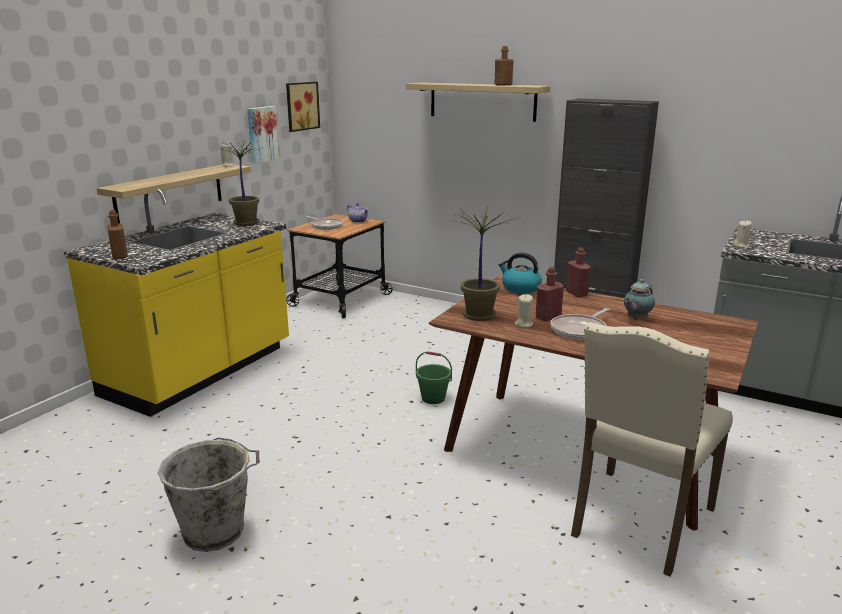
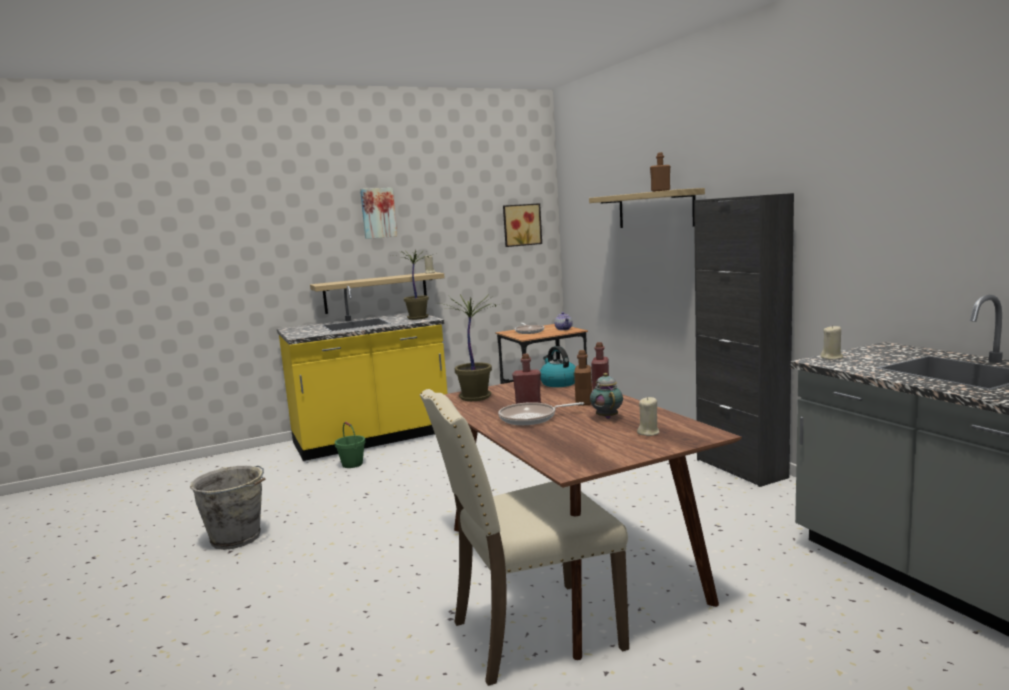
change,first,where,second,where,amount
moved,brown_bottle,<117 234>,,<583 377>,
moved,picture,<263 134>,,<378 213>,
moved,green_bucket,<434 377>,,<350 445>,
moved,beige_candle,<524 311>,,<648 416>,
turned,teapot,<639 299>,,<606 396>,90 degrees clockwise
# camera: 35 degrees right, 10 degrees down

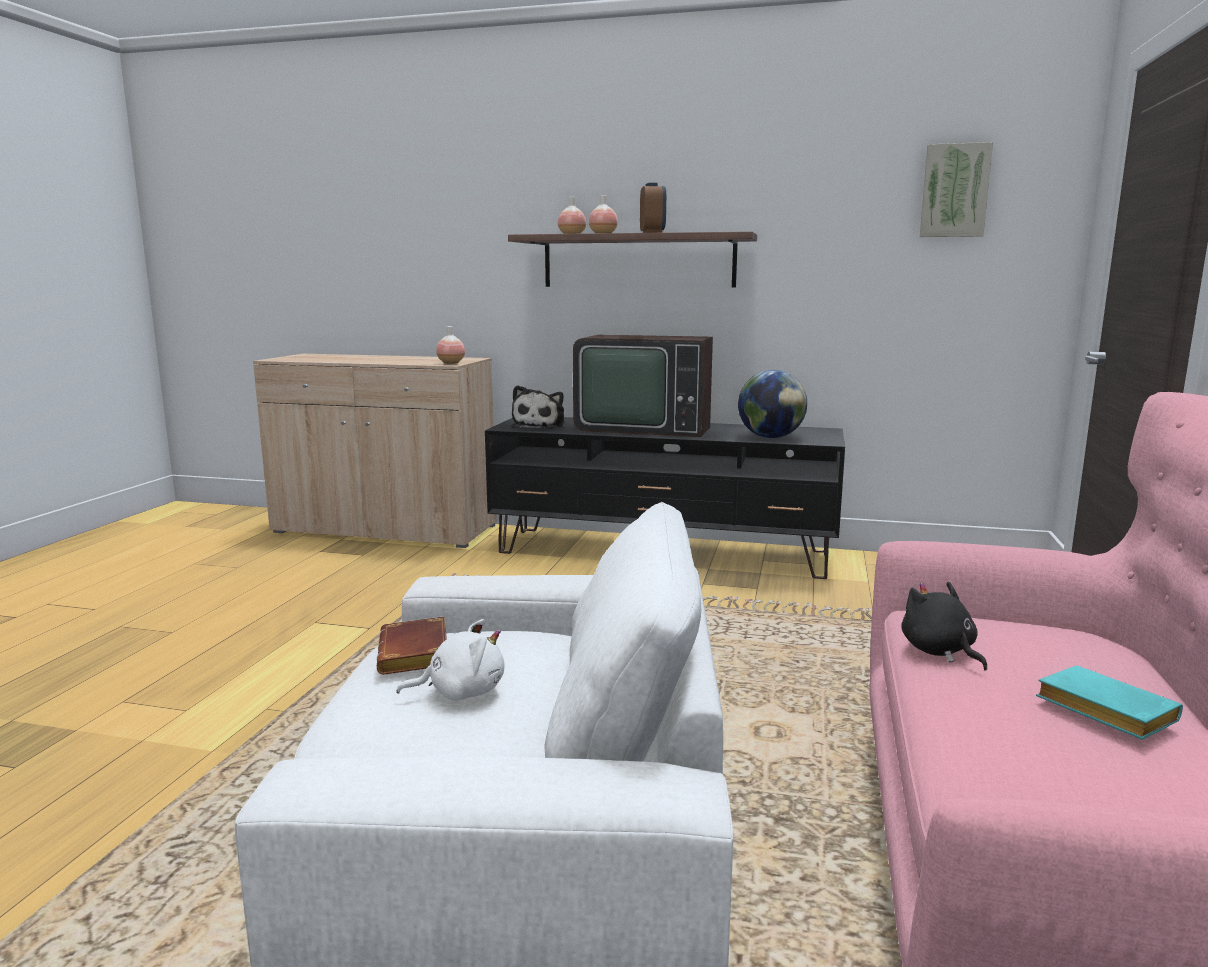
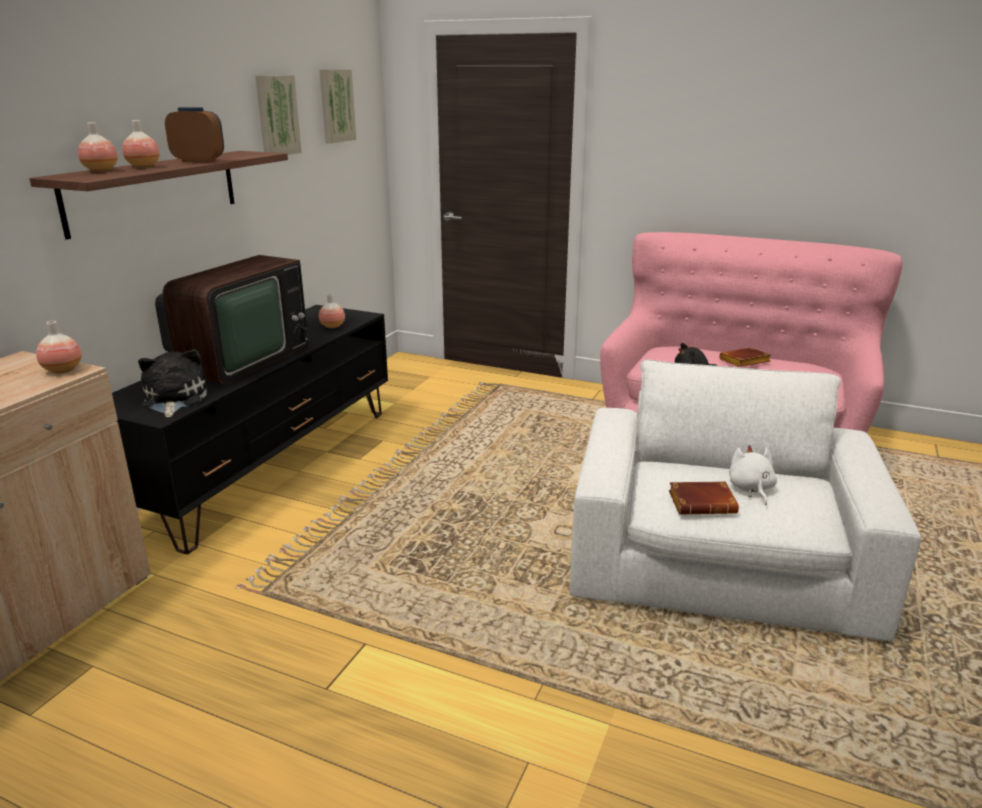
change,first,where,second,where,amount
turned,plush_toy,<539 407>,,<172 383>,120 degrees counterclockwise
replaced,globe,<772 404>,vase,<332 311>,
recoloured,turquoise_book,<1109 702>,brown_book,<745 357>,
added,,,picture,<278 115>,
# camera: 80 degrees left, 10 degrees up

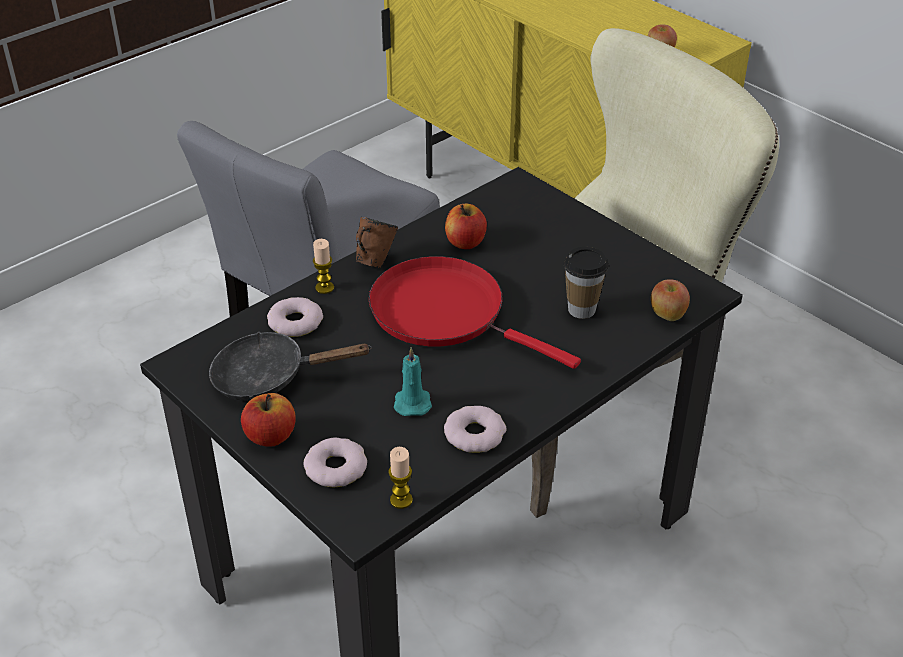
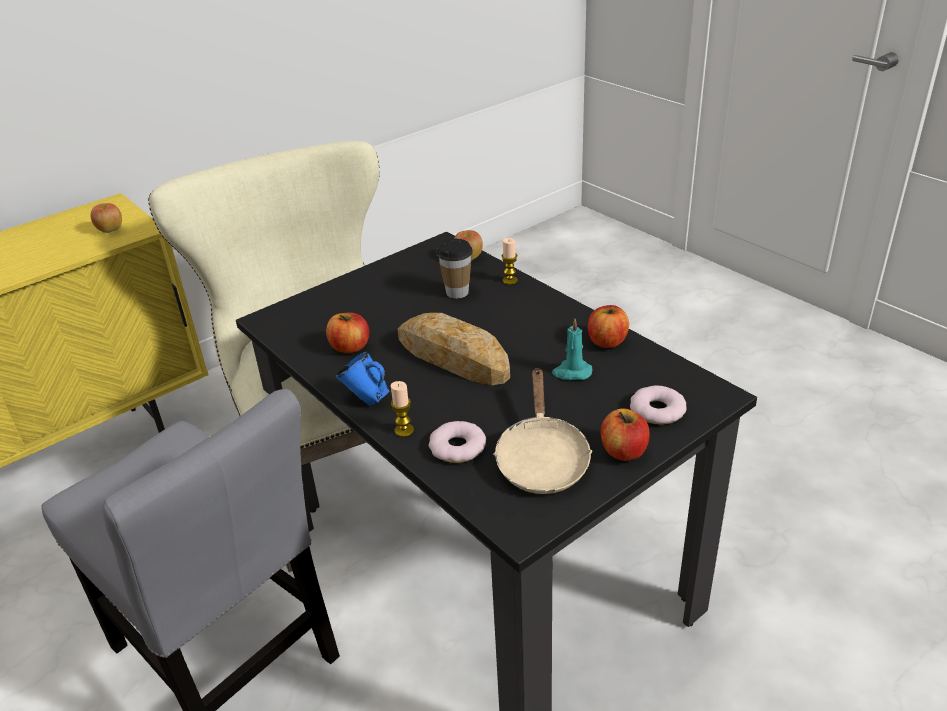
change,first,where,second,where,amount
recoloured,black_frying_pan,<290 366>,beige_frying_pan,<542 431>,
recoloured,brown_mug,<377 242>,blue_mug,<362 378>,
replaced,red_frying_pan,<475 312>,bread,<454 349>,
moved,candle,<400 478>,,<509 261>,
replaced,donut,<475 429>,apple,<608 326>,
# camera: 85 degrees left, 5 degrees down

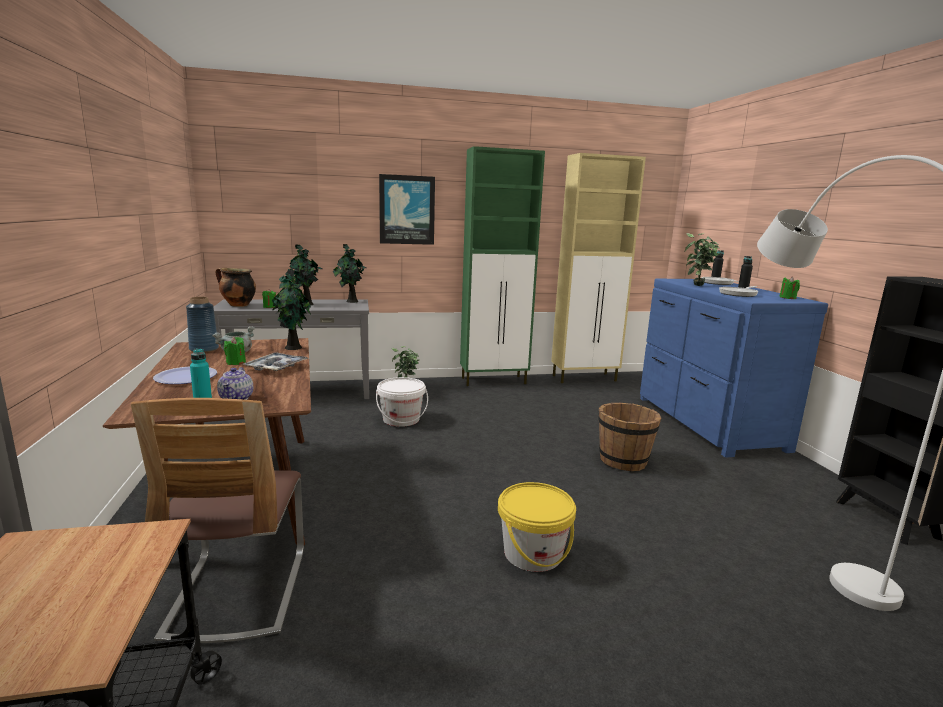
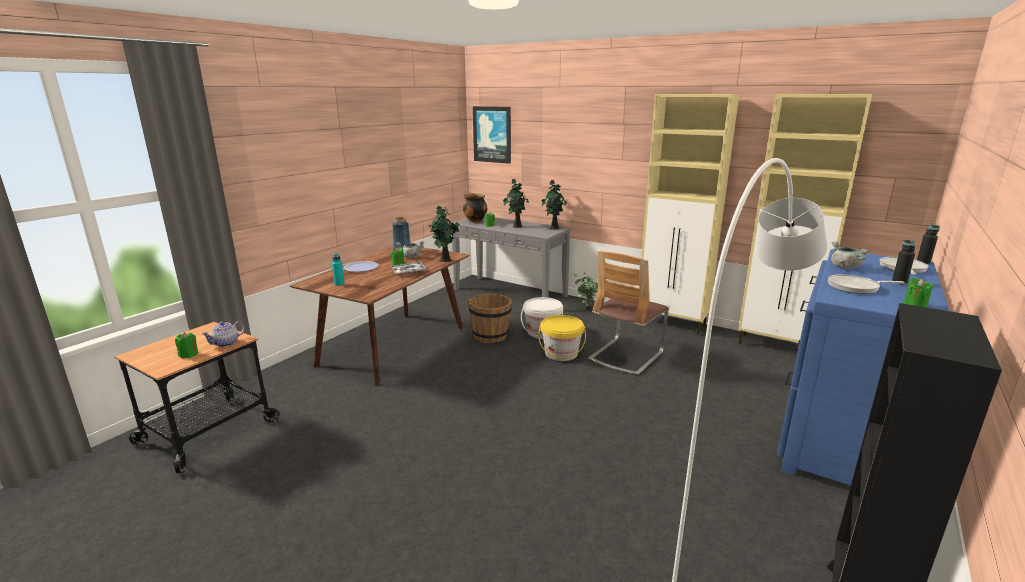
change,first,where,second,where,amount
moved,chair,<217 520>,,<628 313>,
moved,teapot,<235 383>,,<223 334>,
moved,picture,<407 209>,,<492 135>,
recoloured,green_cabinet,<502 266>,beige_cabinet,<690 214>,
moved,yellow_bucket,<537 527>,,<562 338>,
moved,brown_bucket,<629 437>,,<490 318>,
replaced,potted_plant,<702 259>,grey_cooking_pot,<850 255>,
added,,,green_candle,<186 345>,
# camera: 45 degrees right, 5 degrees up

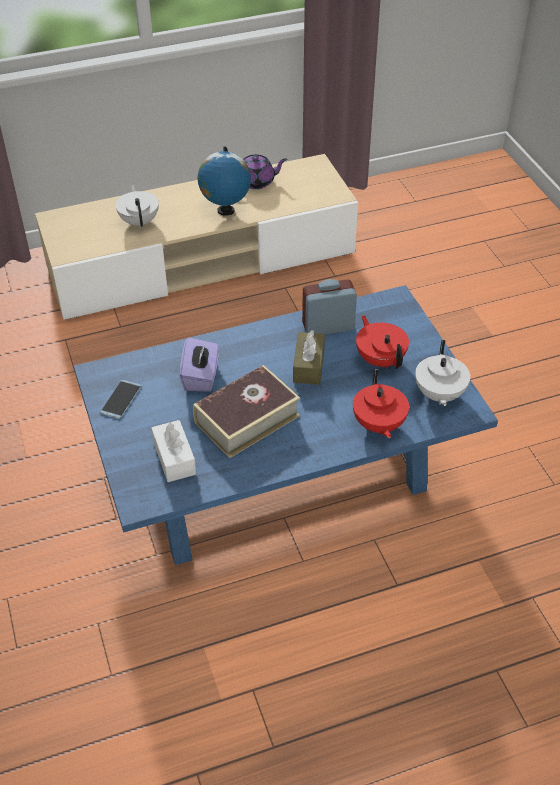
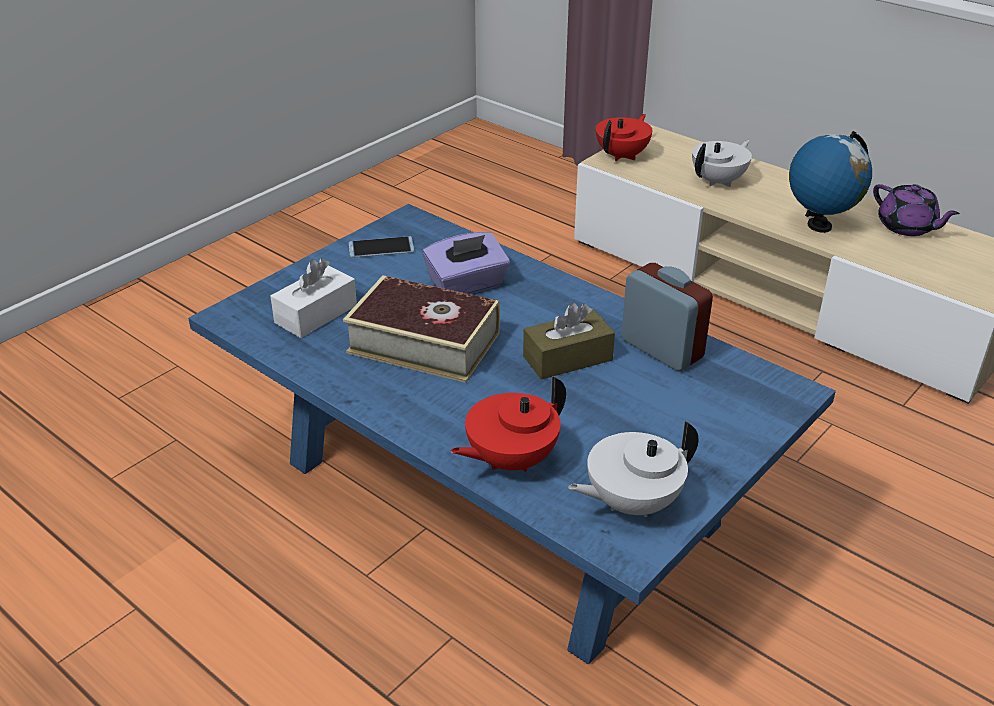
change,first,where,second,where,amount
moved,red_teapot,<382 342>,,<624 137>,
# camera: 60 degrees right, 10 degrees down

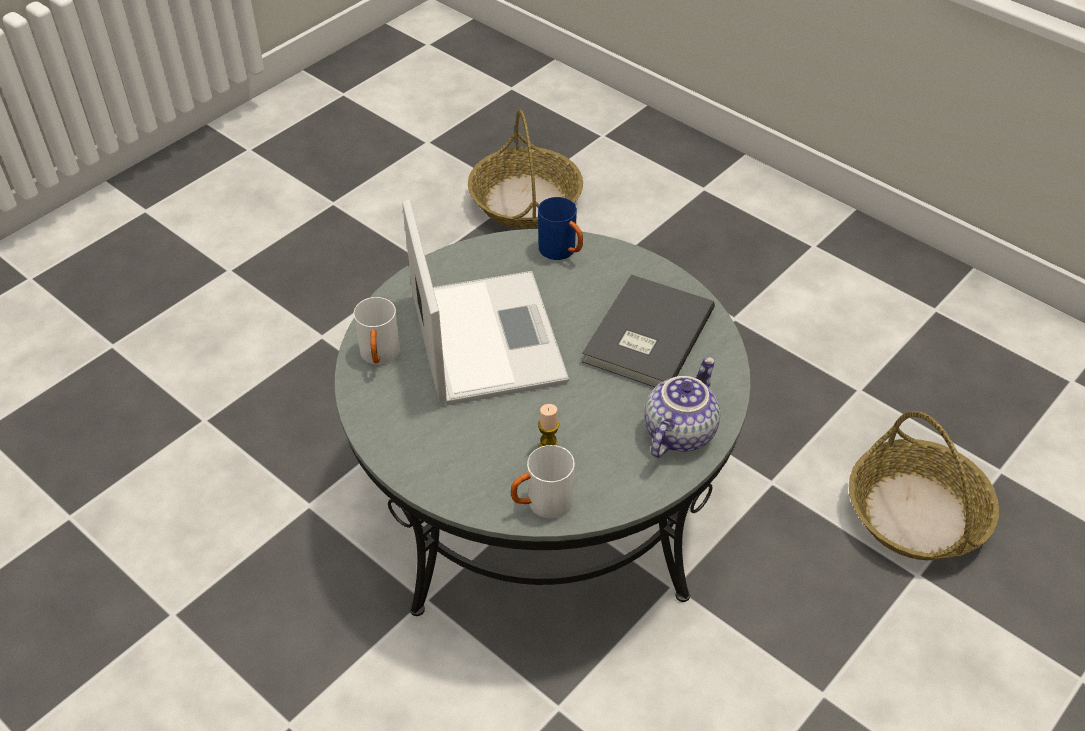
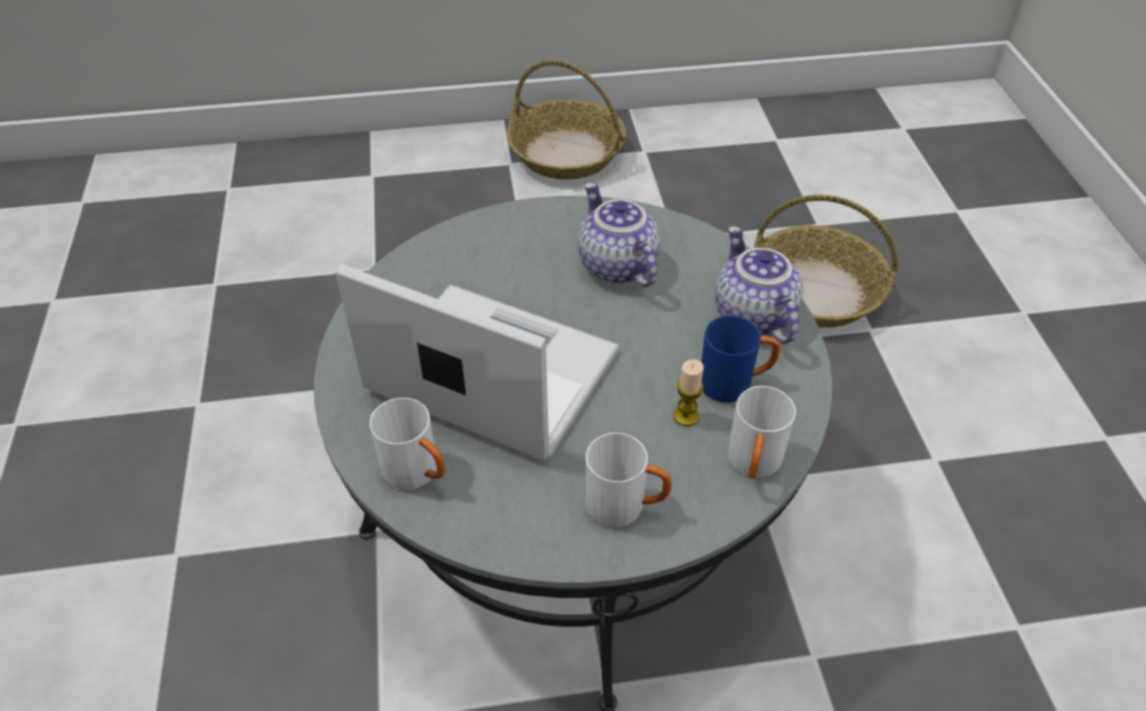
change,first,where,second,where,amount
moved,basket,<525 169>,,<566 120>,
moved,blue_mug,<560 228>,,<740 359>,
replaced,grey_book,<648 330>,teapot,<619 234>,
added,,,white_mug,<629 480>,
# camera: 50 degrees left, 0 degrees up

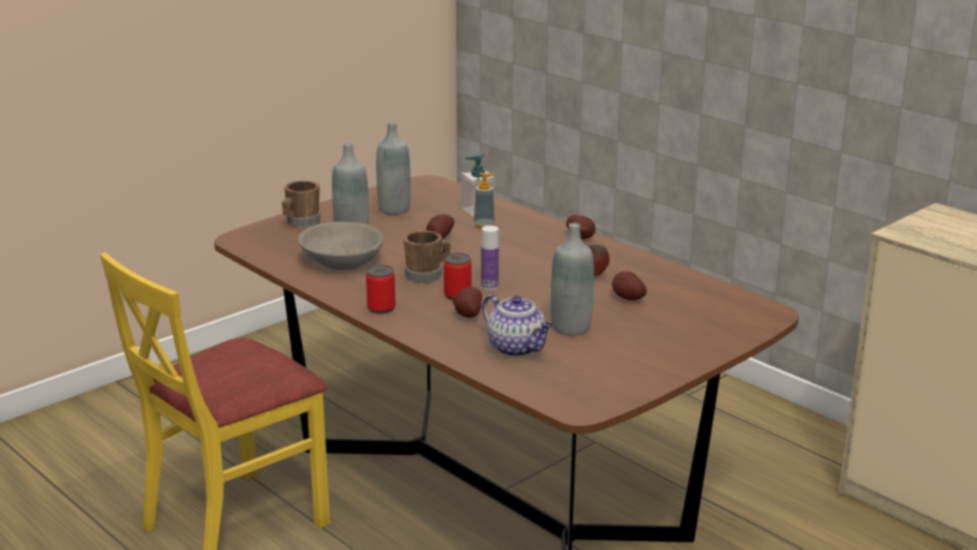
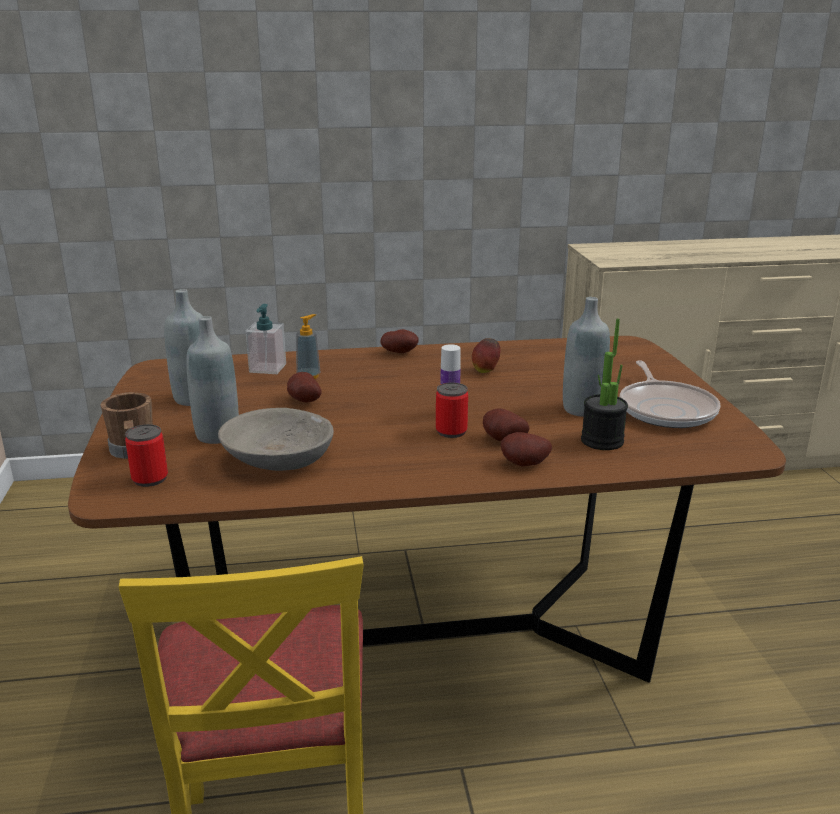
change,first,where,second,where,amount
moved,can,<381 289>,,<146 455>,
removed,brown_mug,<427 256>,,,
replaced,teapot,<517 325>,potted_plant,<604 384>,
moved,potato,<629 286>,,<526 449>,
added,,,frying_pan,<670 394>,
# camera: 55 degrees left, 0 degrees up

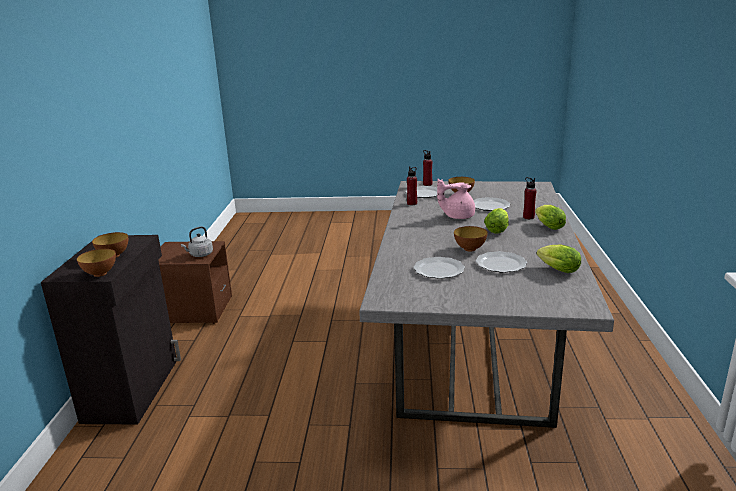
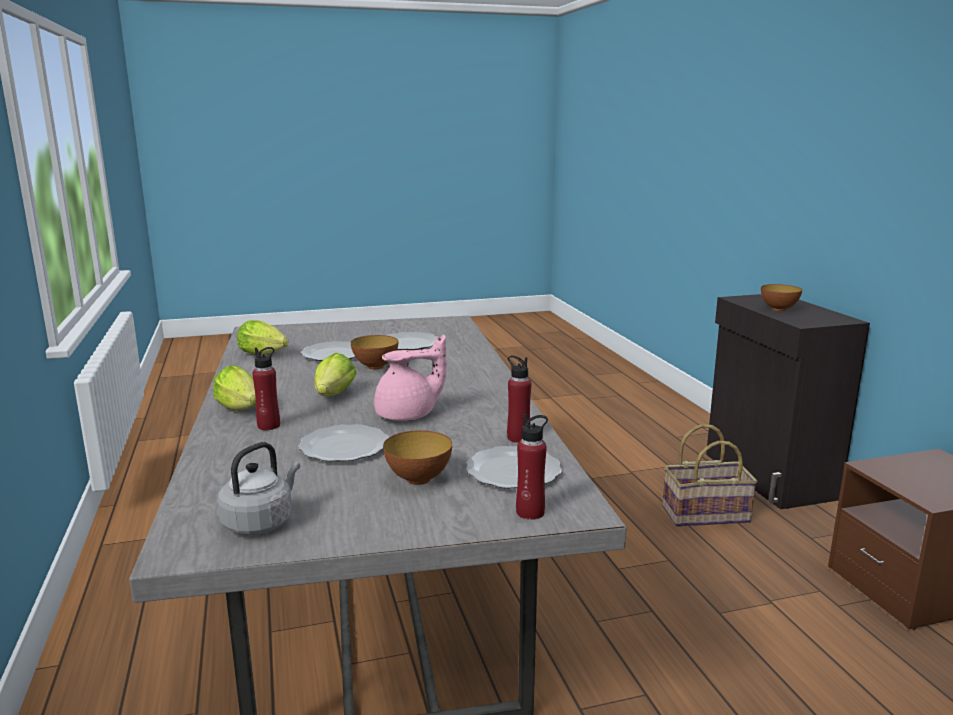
change,first,where,second,where,amount
removed,bowl,<96 263>,,,
moved,grey_kettle,<197 242>,,<259 488>,
added,,,basket,<710 475>,
# camera: 160 degrees right, 5 degrees down

